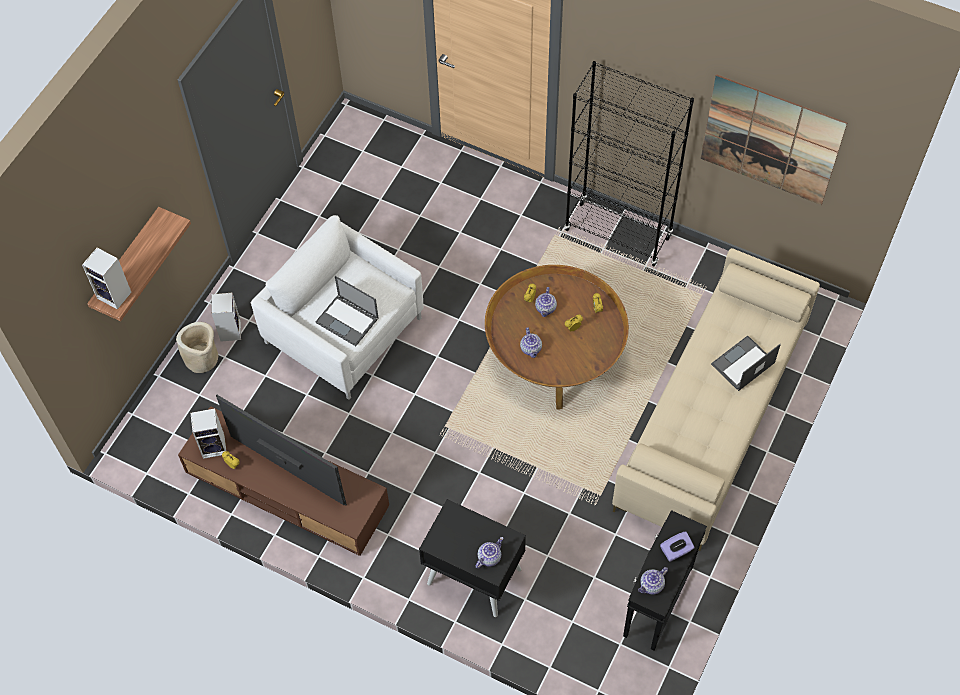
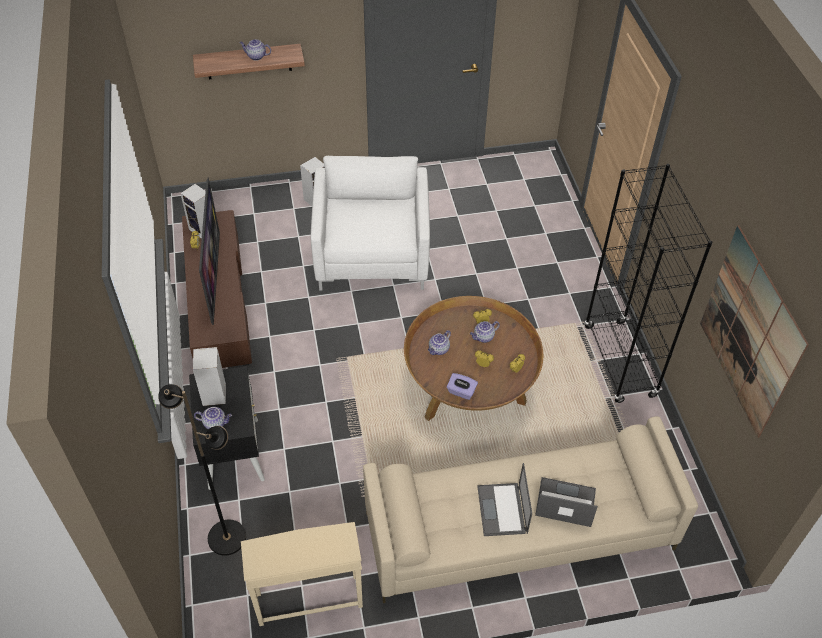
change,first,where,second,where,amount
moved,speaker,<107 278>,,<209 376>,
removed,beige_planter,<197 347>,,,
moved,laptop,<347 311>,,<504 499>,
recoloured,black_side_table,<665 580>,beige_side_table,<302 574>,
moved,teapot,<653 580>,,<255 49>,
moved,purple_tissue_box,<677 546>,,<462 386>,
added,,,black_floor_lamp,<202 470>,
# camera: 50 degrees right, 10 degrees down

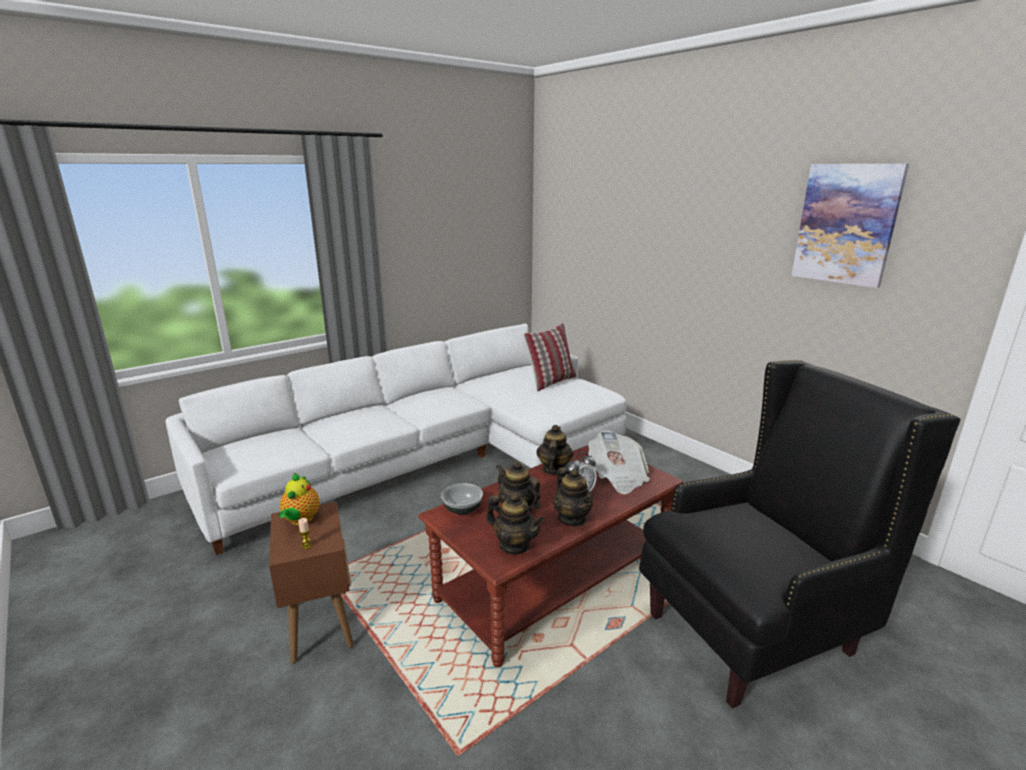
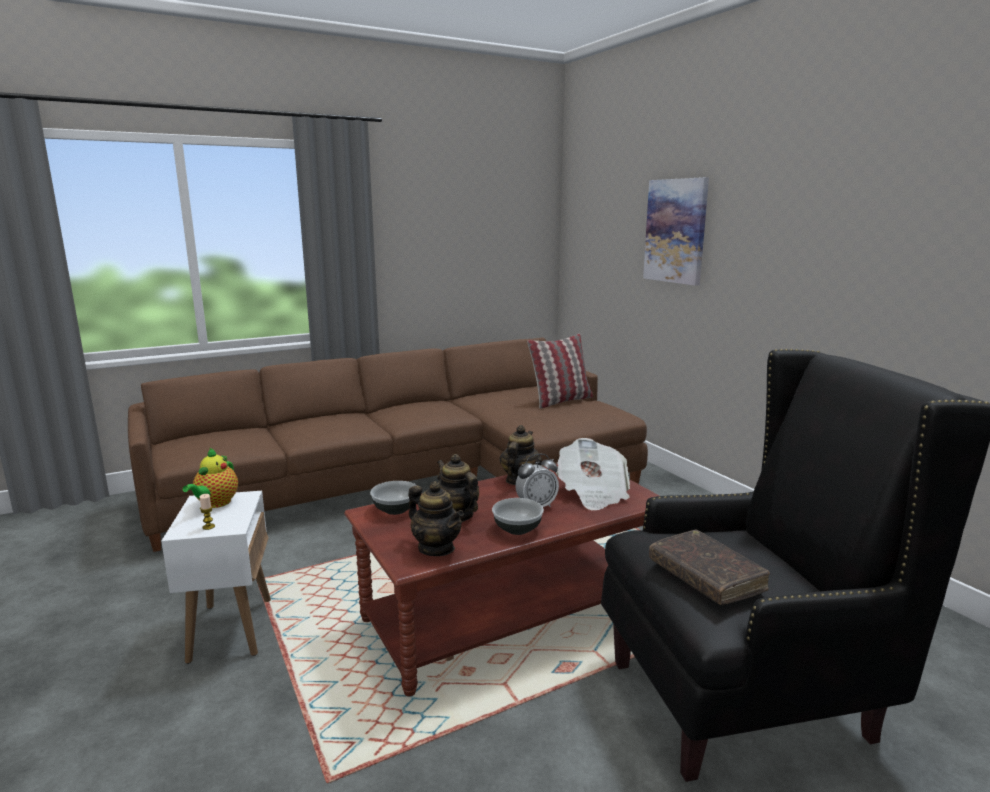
change,first,where,second,where,amount
recoloured,white_sofa,<396 439>,brown_sofa,<388 444>,
recoloured,brown_side_table,<311 582>,white_side_table,<216 577>,
replaced,teapot,<573 496>,bowl,<518 516>,
moved,picture,<850 226>,,<676 231>,
added,,,brown_book,<709 567>,
# camera: 10 degrees right, 5 degrees down

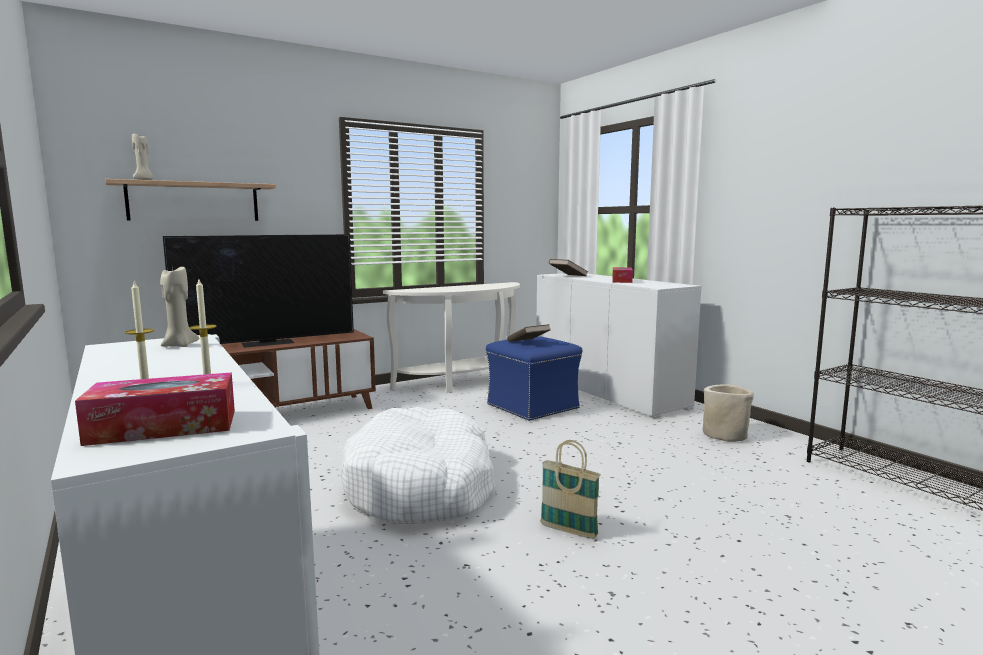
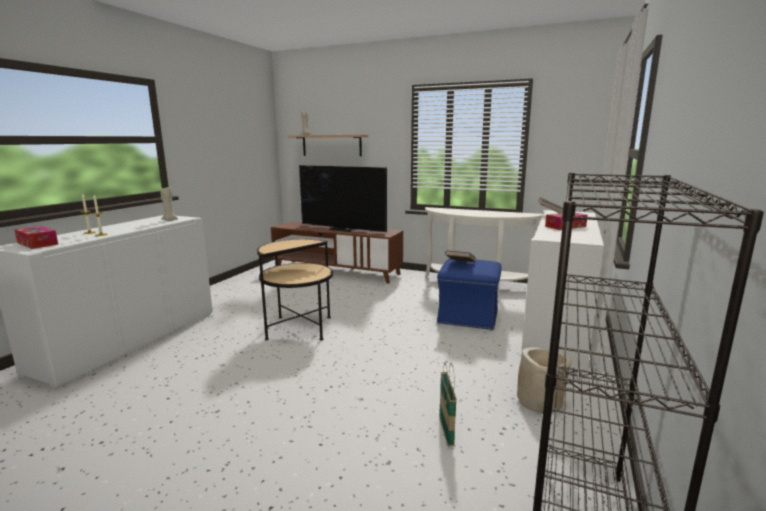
change,first,where,second,where,amount
replaced,white_dog_bed,<417 465>,side_table,<295 290>,
moved,basket,<570 489>,,<448 404>,
# camera: 55 degrees right, 5 degrees up

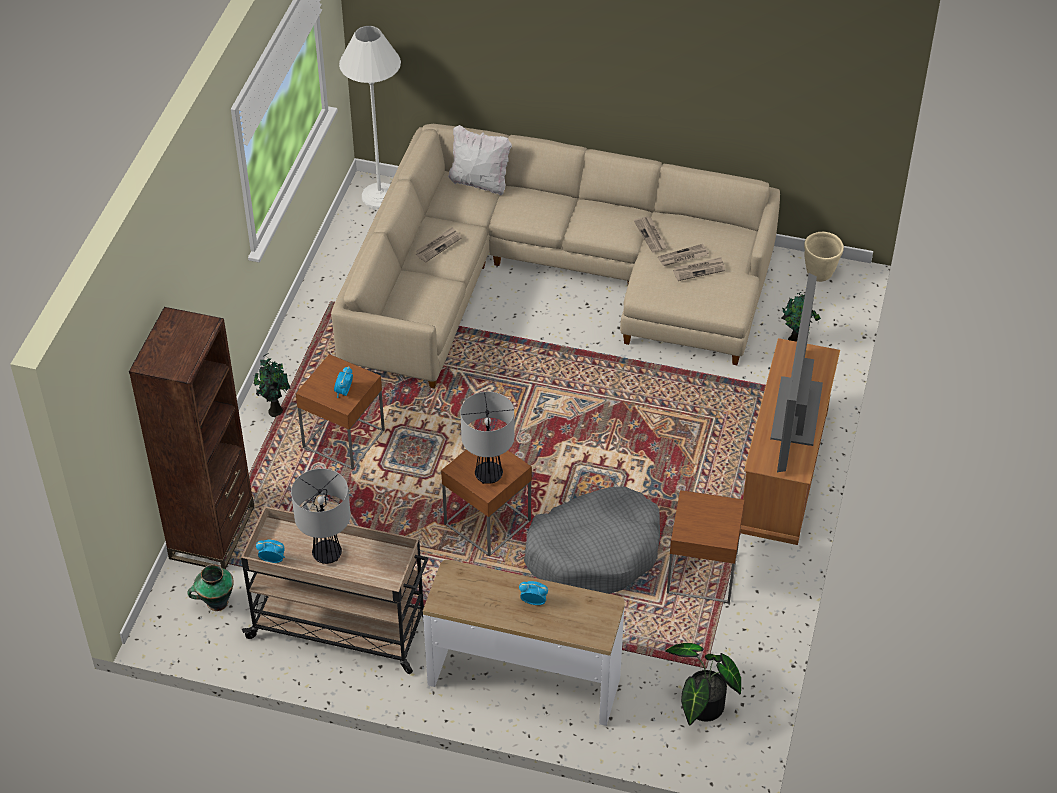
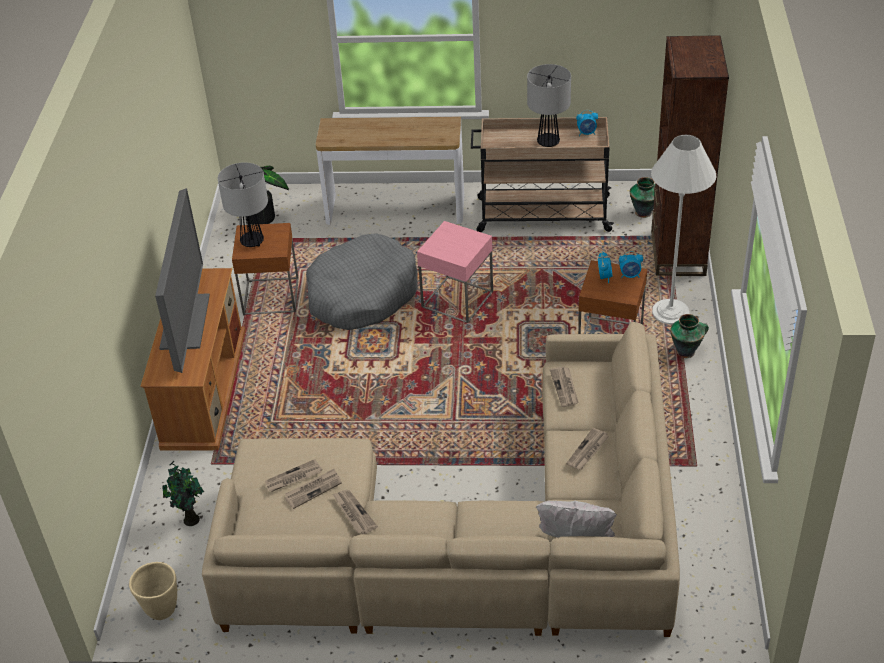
change,first,where,second,where,amount
replaced,potted_plant,<272 385>,vase,<689 336>,
moved,white_floor_lamp,<370 117>,,<684 230>,
recoloured,brown_side_table,<486 502>,pink_side_table,<455 272>,
moved,table_lamp,<487 438>,,<243 204>,
moved,alarm_clock,<533 593>,,<631 265>,
added,,,newspaper,<564 387>,
# camera: 170 degrees right, 5 degrees down

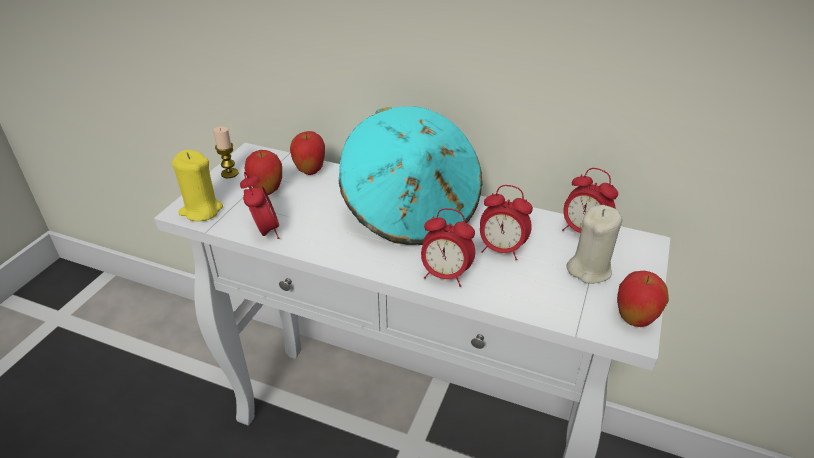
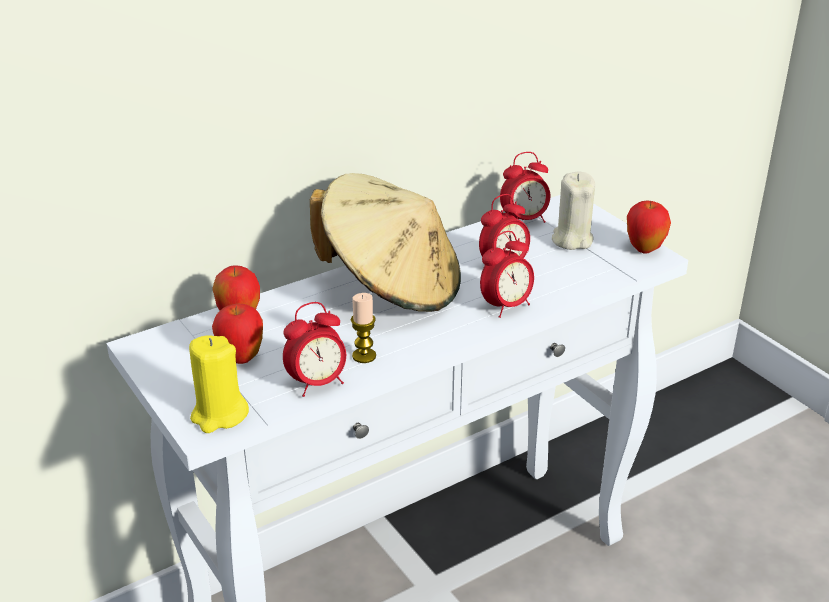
change,first,where,second,where,amount
moved,candle,<226 152>,,<363 328>,
turned,alarm_clock,<259 205>,,<314 349>,135 degrees clockwise
recoloured,turquoise_hat,<410 175>,beige_hat,<385 242>,
# camera: 55 degrees left, 5 degrees down

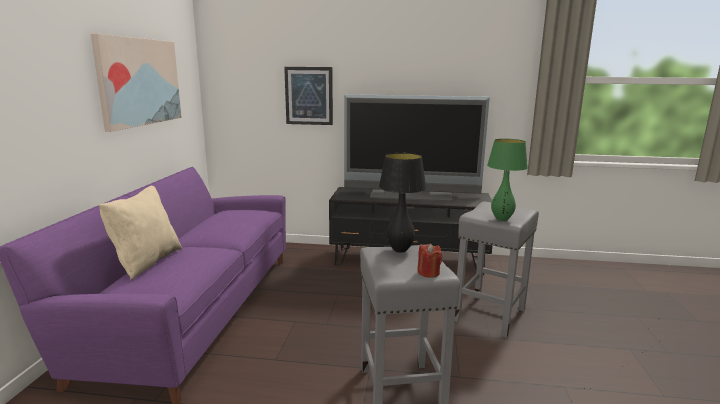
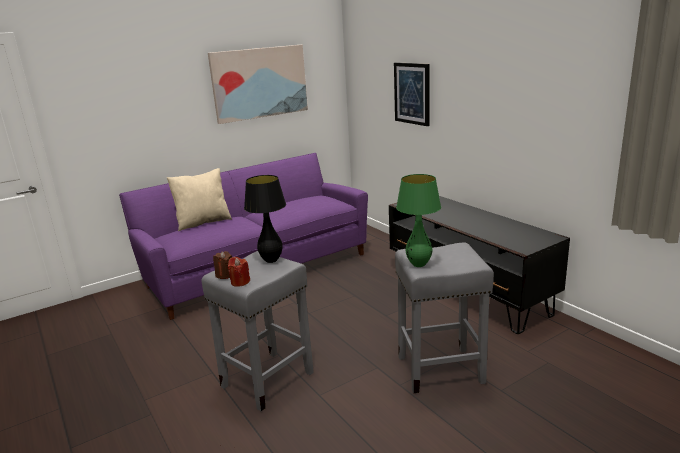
change,first,where,second,where,amount
removed,television,<417 148>,,,
added,,,brown_candle,<222 265>,
# camera: 50 degrees right, 5 degrees up

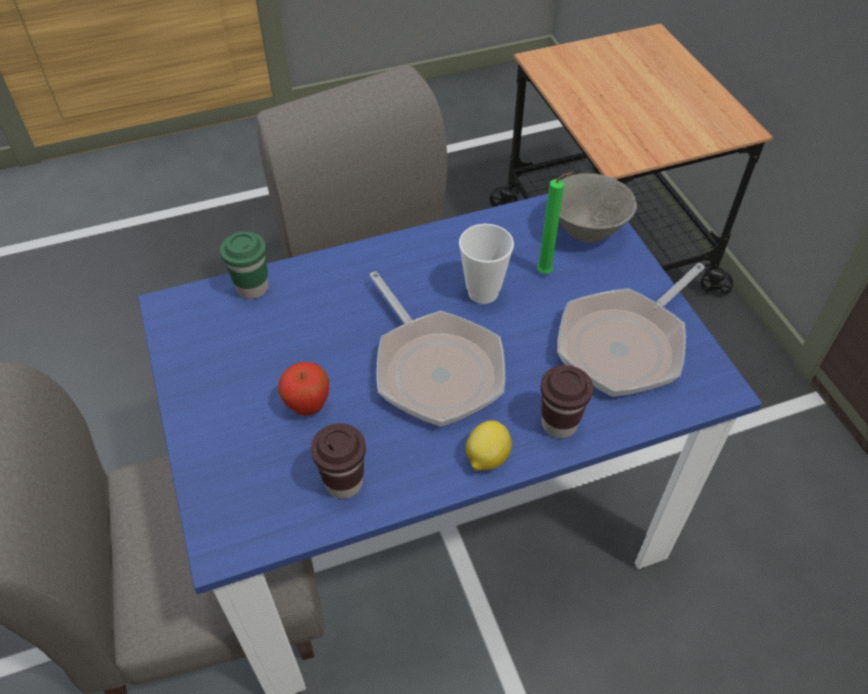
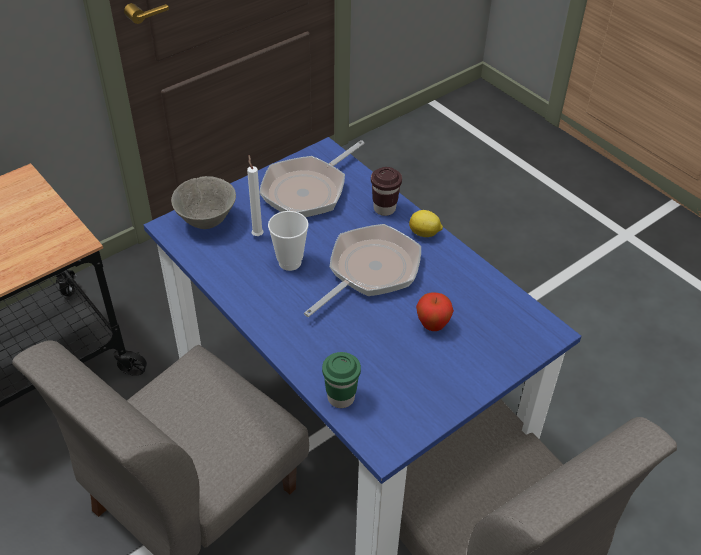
change,first,where,second,where,amount
removed,brown_cup,<338 461>,,,
recoloured,green_candle,<555 223>,white_candle,<255 195>,
turned,frying_pan,<631 330>,,<311 178>,105 degrees clockwise
# camera: 110 degrees left, 5 degrees down

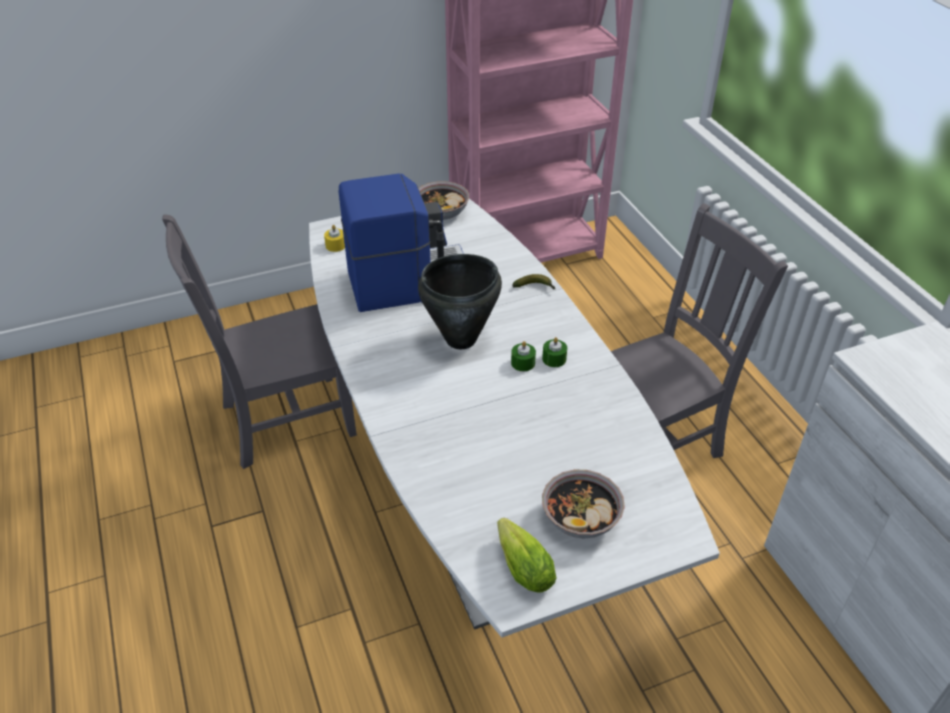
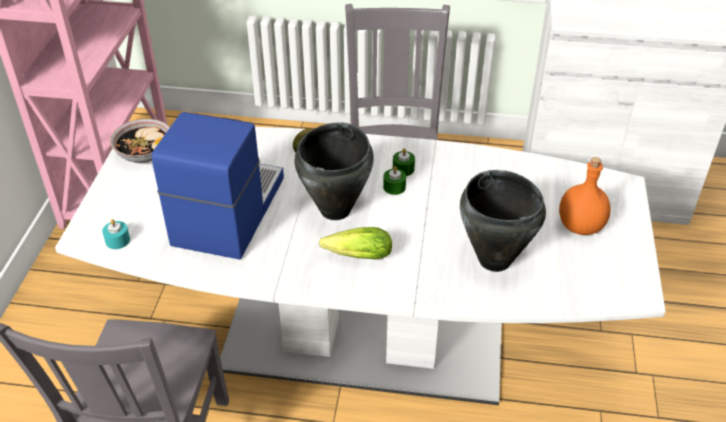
change,first,where,second,where,amount
recoloured,yellow_candle,<334 238>,turquoise_candle,<116 234>,
moved,lettuce,<527 555>,,<355 243>,
replaced,bowl,<583 504>,orange_bottle,<585 196>,
added,,,black_cooking_pot,<503 221>,
# camera: 60 degrees left, 0 degrees up

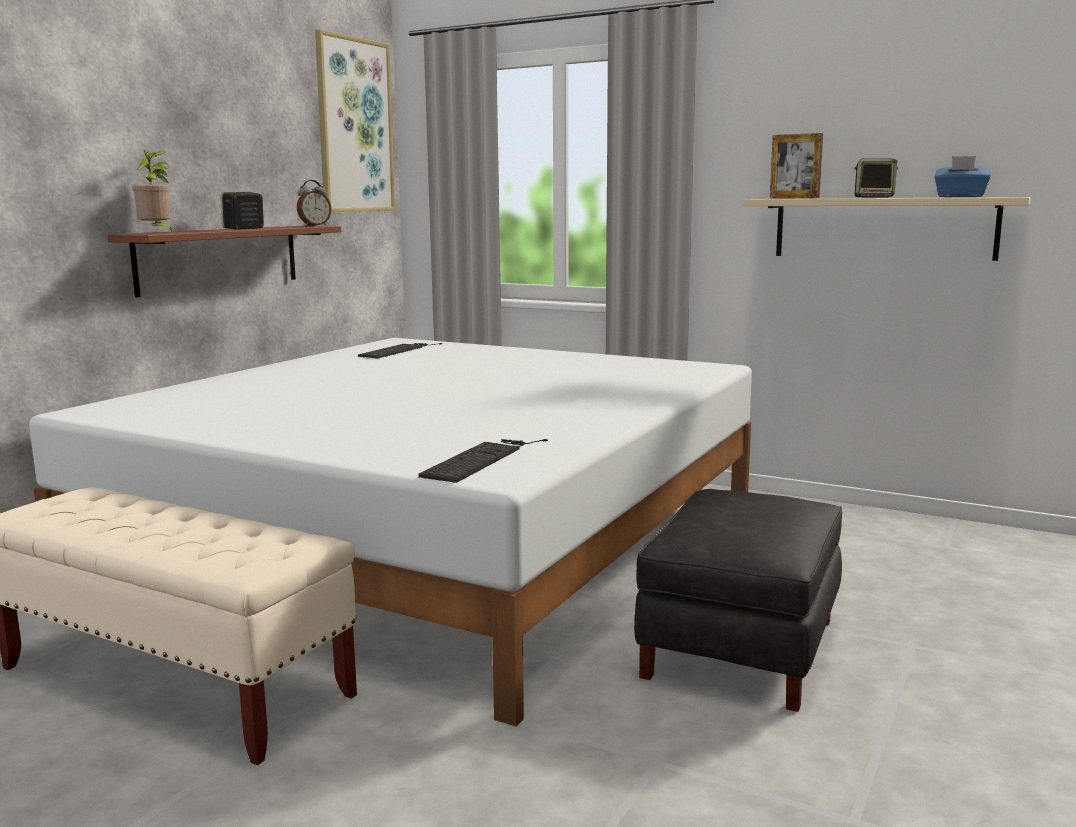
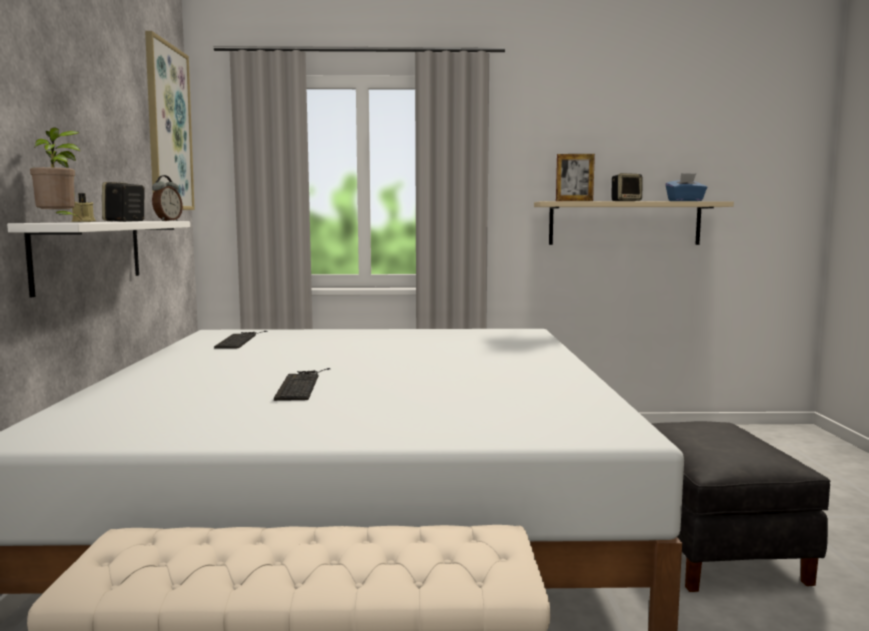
change,first,where,second,where,amount
recoloured,brown_shelf,<224 262>,white_shelf,<98 259>,
moved,keyboard,<483 461>,,<302 384>,
added,,,beige_candle,<84 207>,
# camera: 30 degrees left, 5 degrees down

